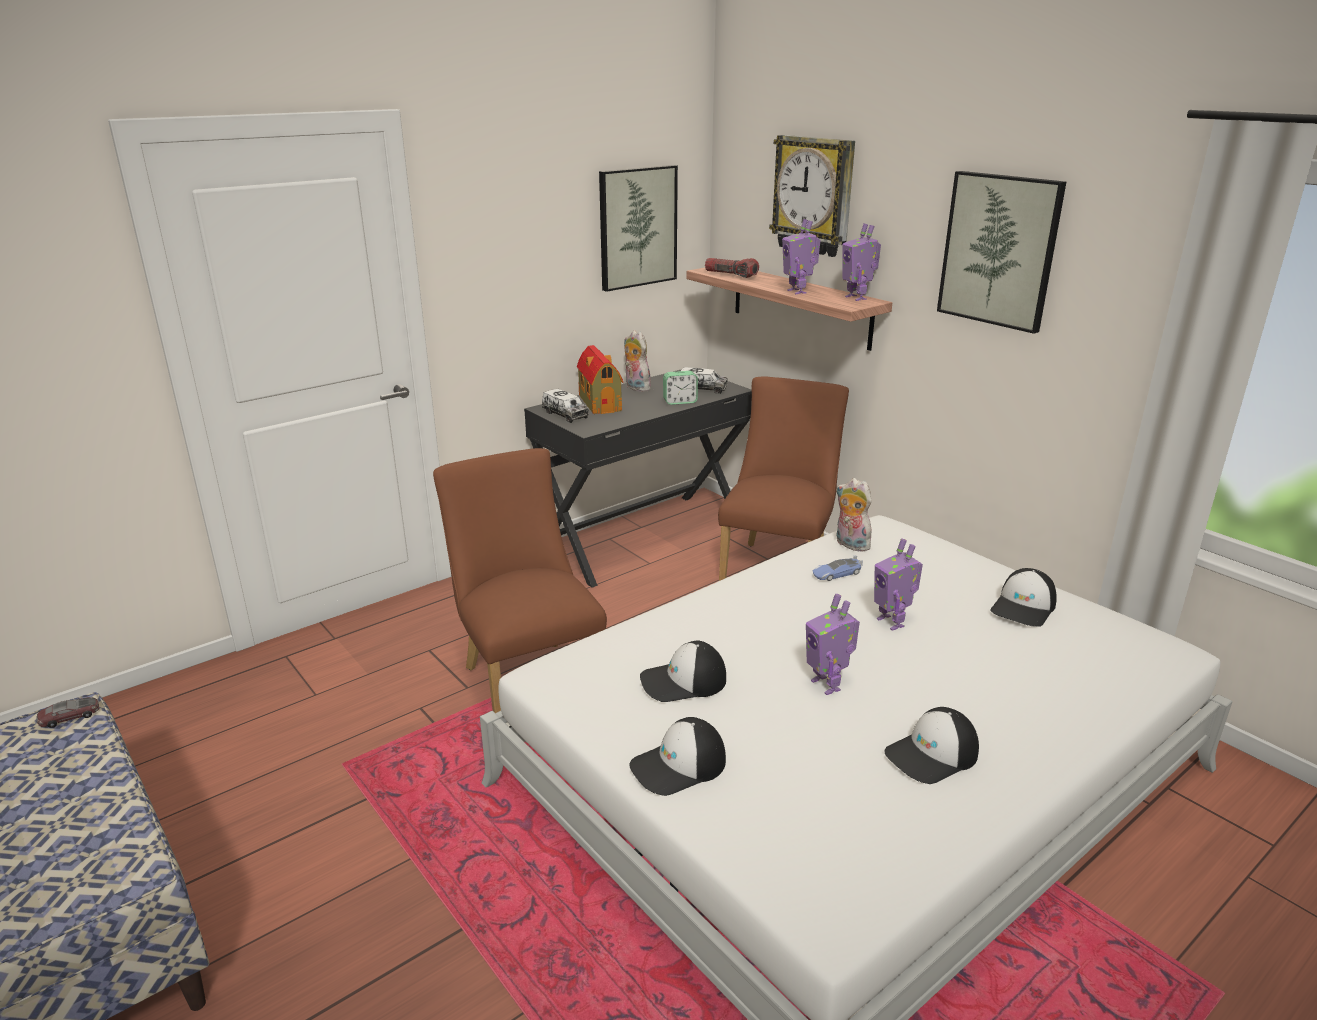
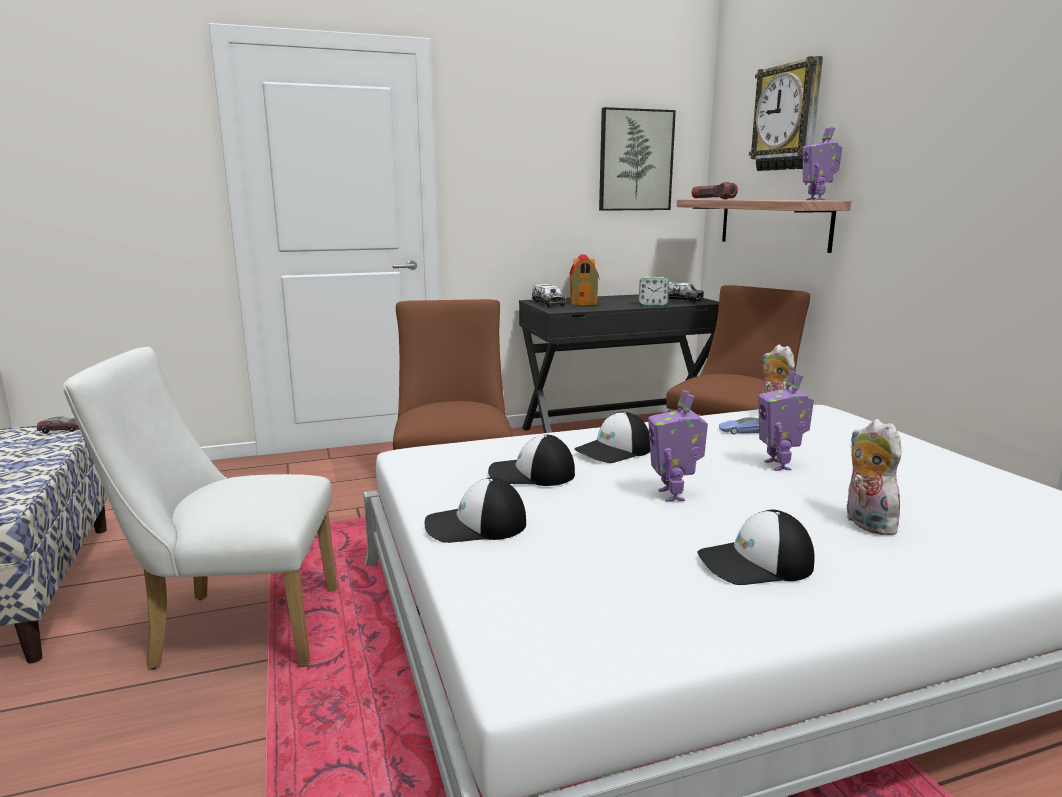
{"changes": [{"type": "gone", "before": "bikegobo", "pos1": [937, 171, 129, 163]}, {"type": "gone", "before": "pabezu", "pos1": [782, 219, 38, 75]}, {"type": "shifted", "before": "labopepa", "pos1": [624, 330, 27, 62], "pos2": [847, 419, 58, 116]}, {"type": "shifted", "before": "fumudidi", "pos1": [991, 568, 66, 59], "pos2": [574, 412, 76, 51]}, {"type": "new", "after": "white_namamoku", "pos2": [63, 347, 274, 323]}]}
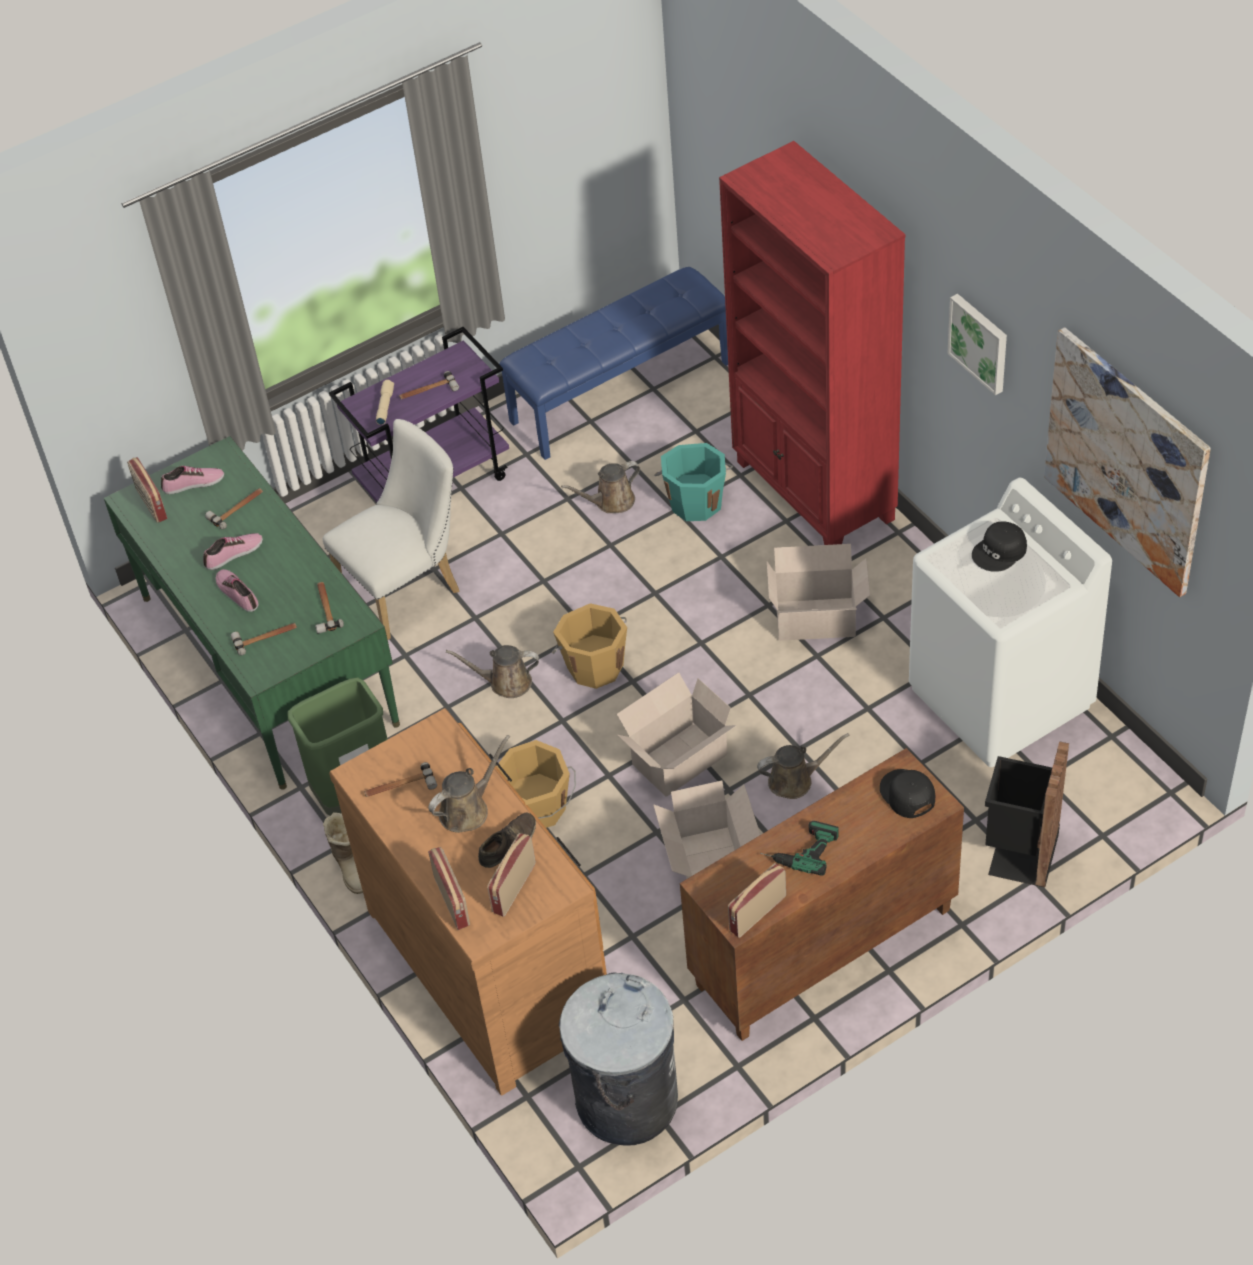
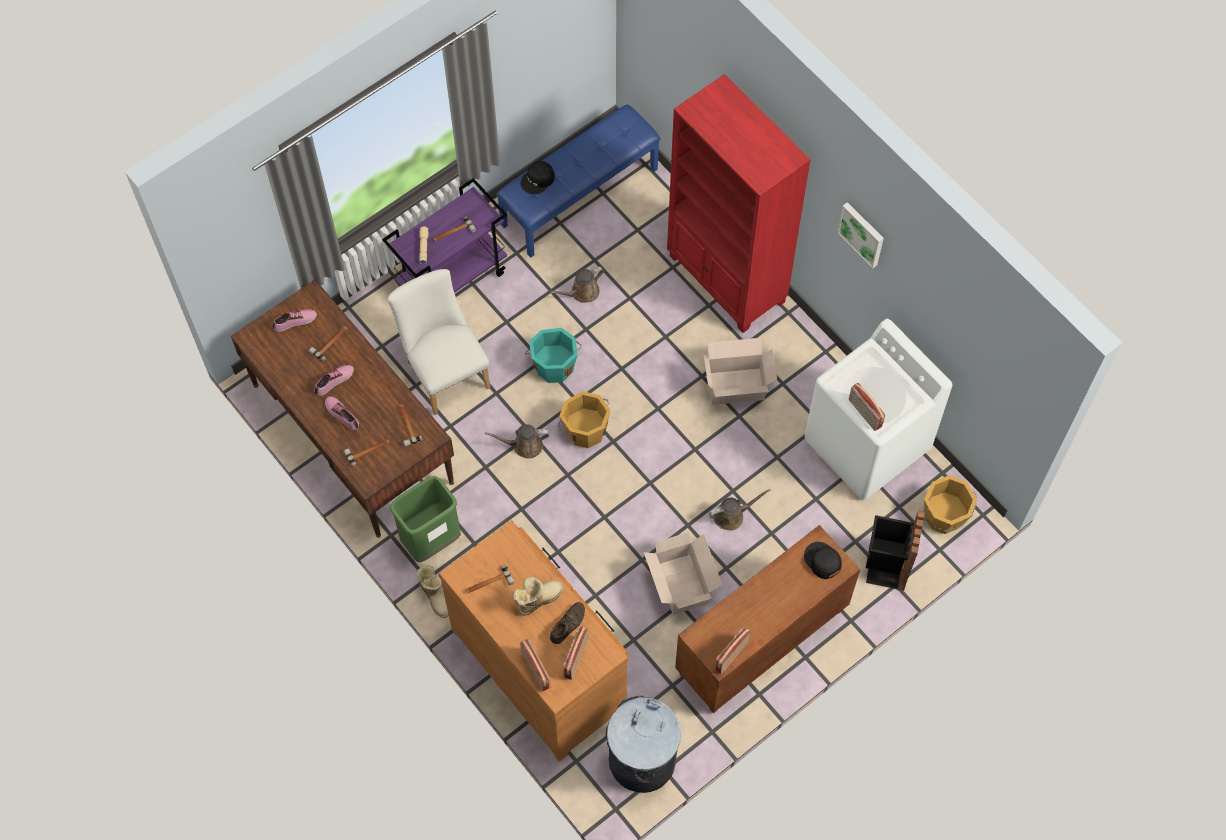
{"changes": [{"type": "gone", "before": "bikegobo", "pos1": [1044, 327, 166, 270]}, {"type": "rotated", "before": "white_namamoku", "pos1": [323, 419, 136, 221], "pos2": [388, 269, 102, 146], "turn": -75}, {"type": "repainted", "before": "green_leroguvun", "after": "brown_leroguvun", "pos1": [104, 436, 296, 354], "pos2": [231, 280, 223, 258]}, {"type": "shifted", "before": "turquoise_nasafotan", "pos1": [654, 443, 79, 78], "pos2": [525, 328, 57, 55]}, {"type": "shifted", "before": "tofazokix", "pos1": [127, 457, 41, 66], "pos2": [849, 383, 36, 48]}, {"type": "shifted", "before": "black_fumudidi", "pos1": [972, 521, 55, 51], "pos2": [521, 161, 34, 33]}, {"type": "gone", "before": "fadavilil", "pos1": [617, 673, 120, 124]}, {"type": "swapped", "before": "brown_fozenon", "after": "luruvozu", "pos1": [428, 735, 82, 98], "pos2": [513, 577, 50, 39]}, {"type": "shifted", "before": "orange_nasafotan", "pos1": [496, 740, 80, 88], "pos2": [924, 475, 53, 59]}, {"type": "gone", "before": "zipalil", "pos1": [760, 821, 78, 55]}]}
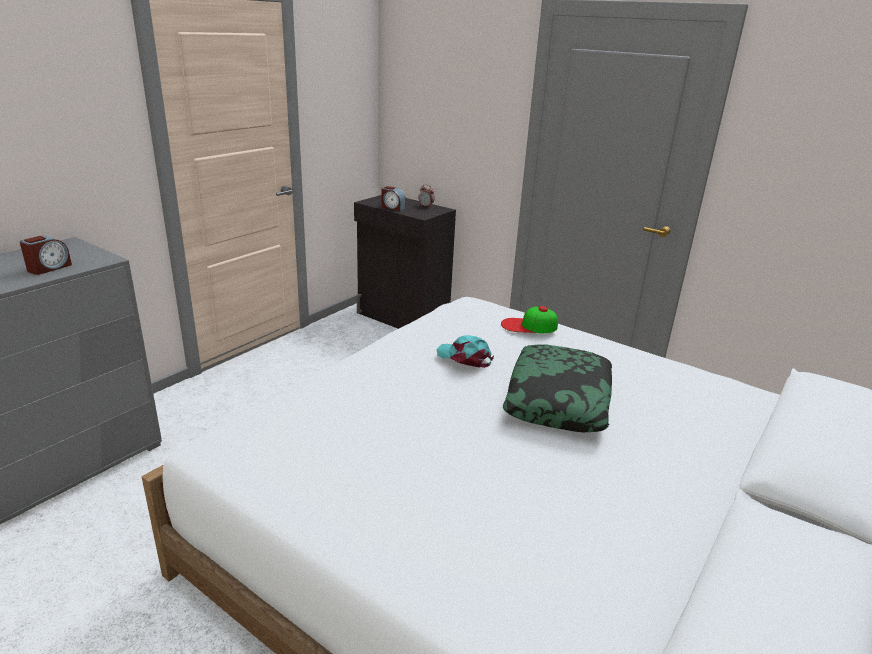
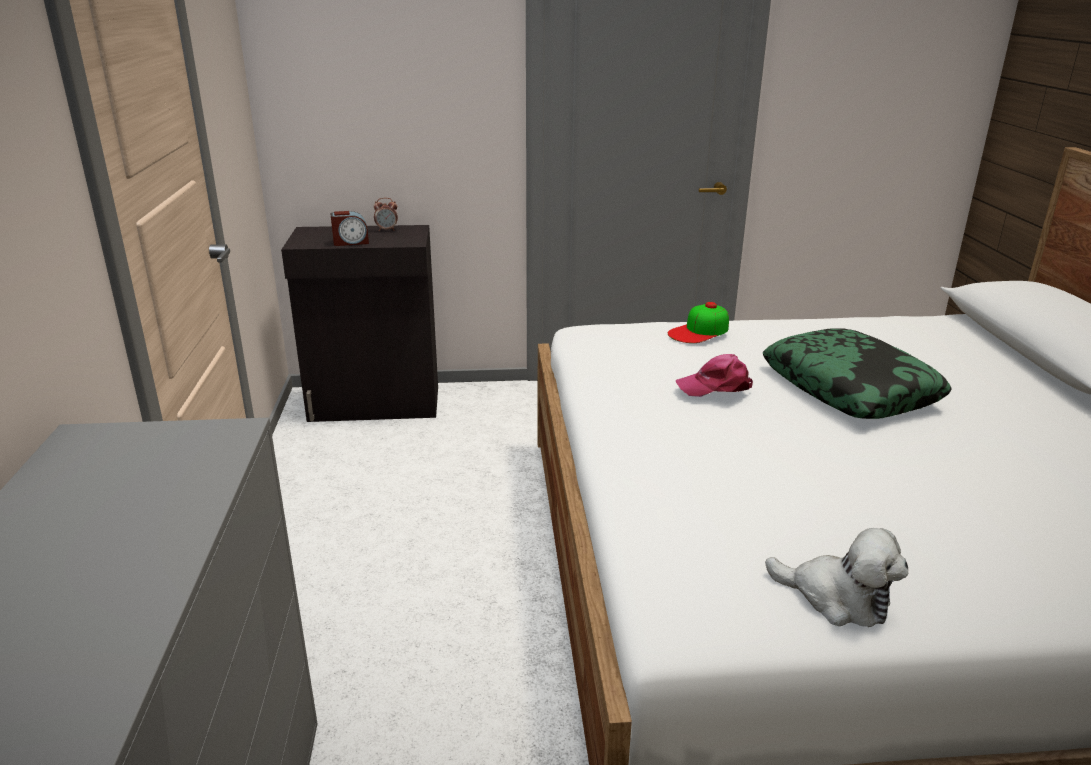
{"changes": [{"type": "gone", "before": "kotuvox", "pos1": [20, 236, 52, 39]}, {"type": "repainted", "before": "turquoise_fumudidi", "after": "pink_fumudidi", "pos1": [436, 335, 58, 33], "pos2": [676, 354, 77, 43]}, {"type": "new", "after": "labopepa", "pos2": [765, 528, 143, 99]}]}
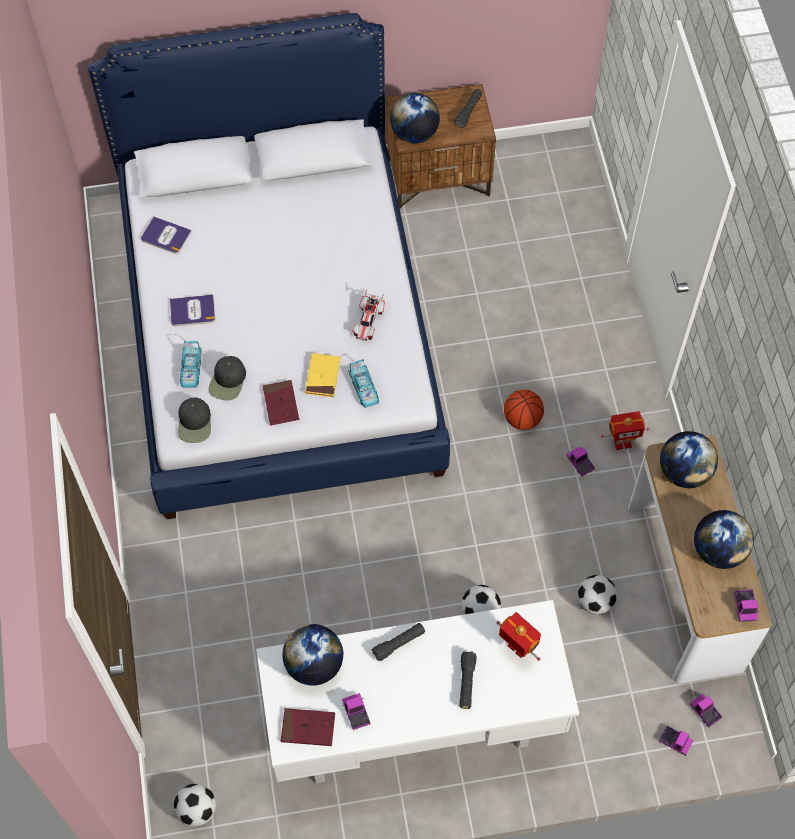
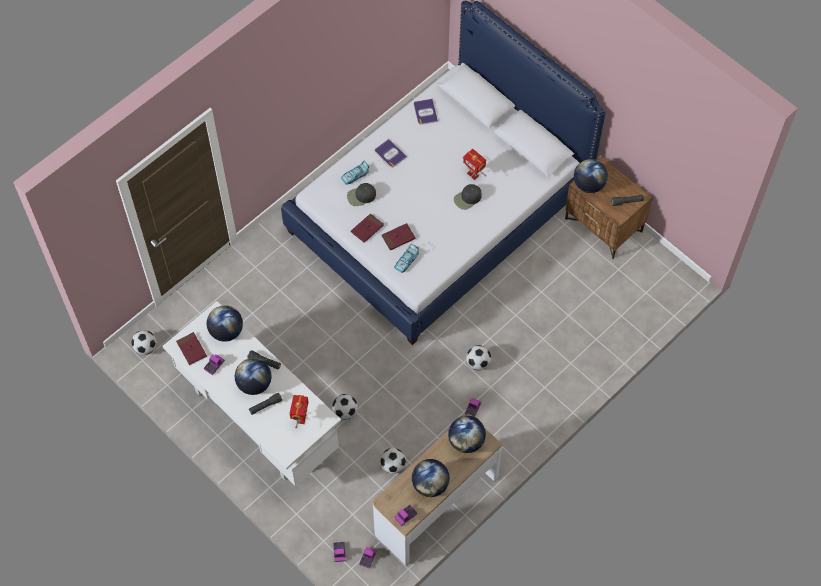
{"changes": [{"type": "gone", "before": "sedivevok", "pos1": [352, 289, 33, 52]}, {"type": "repainted", "before": "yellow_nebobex", "after": "red_nebobex", "pos1": [305, 353, 35, 44], "pos2": [382, 223, 34, 28]}, {"type": "swapped", "before": "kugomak", "after": "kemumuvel", "pos1": [504, 390, 40, 40], "pos2": [466, 345, 25, 25]}, {"type": "shifted", "before": "black_fumudidi", "pos1": [178, 397, 33, 46], "pos2": [454, 184, 28, 26]}, {"type": "shifted", "before": "pabezu", "pos1": [601, 411, 48, 39], "pos2": [463, 149, 23, 31]}, {"type": "new", "after": "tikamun", "pos2": [235, 358, 37, 37]}]}
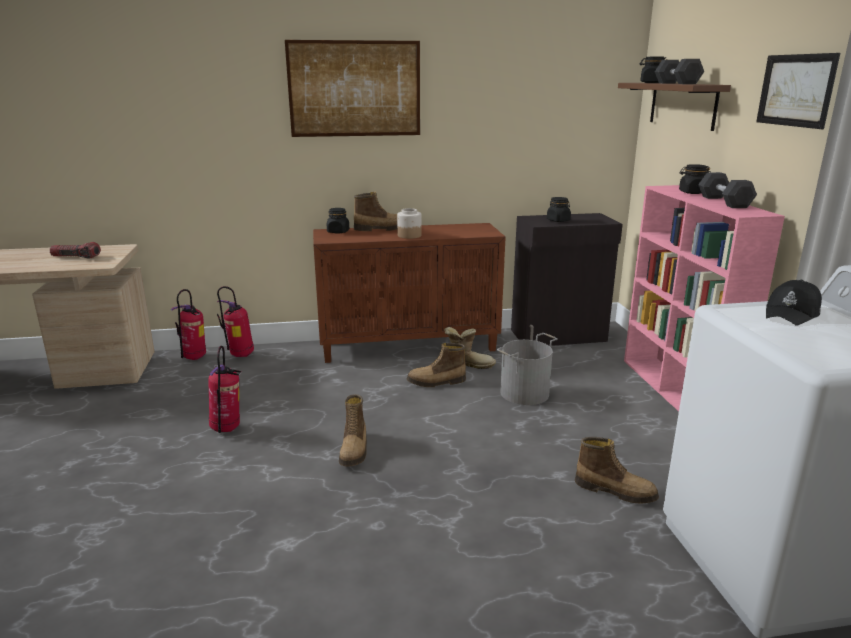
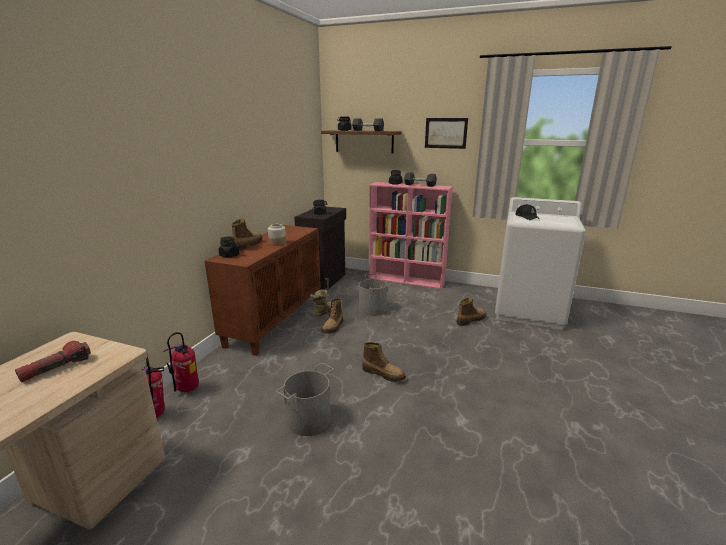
{"changes": [{"type": "gone", "before": "bikegobo", "pos1": [285, 40, 135, 97]}, {"type": "swapped", "before": "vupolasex", "after": "grey_nasafotan", "pos1": [209, 346, 33, 87], "pos2": [276, 363, 58, 73]}]}
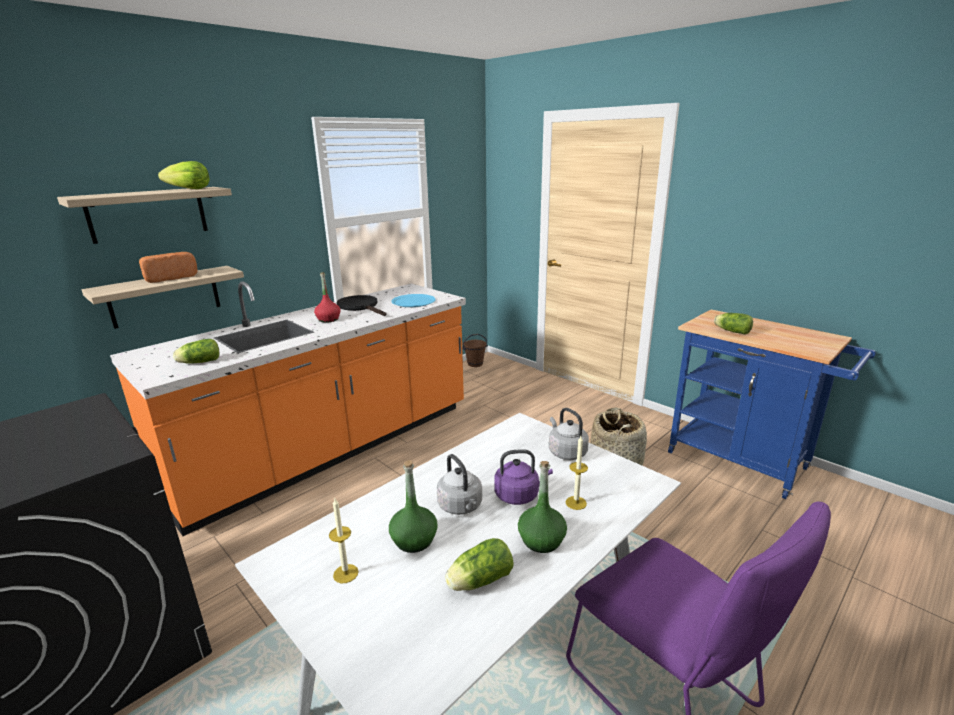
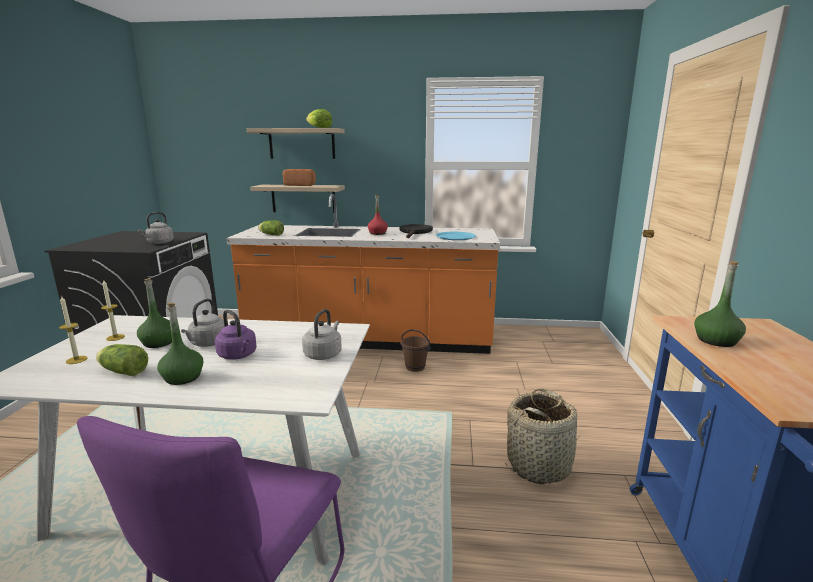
{"changes": [{"type": "swapped", "before": "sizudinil", "after": "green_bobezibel", "pos1": [714, 313, 39, 21], "pos2": [694, 261, 52, 86]}, {"type": "shifted", "before": "brown_nasafotan", "pos1": [462, 334, 26, 33], "pos2": [400, 329, 31, 43]}, {"type": "shifted", "before": "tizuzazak", "pos1": [566, 436, 22, 74], "pos2": [59, 295, 29, 69]}, {"type": "new", "after": "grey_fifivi", "pos2": [137, 212, 37, 32]}]}
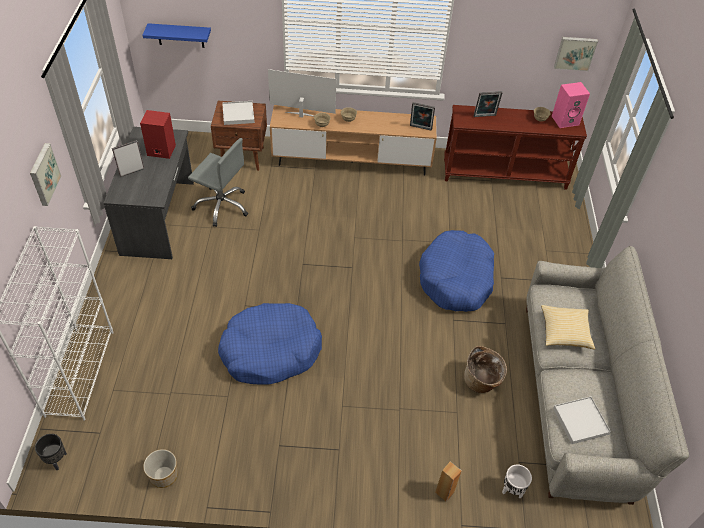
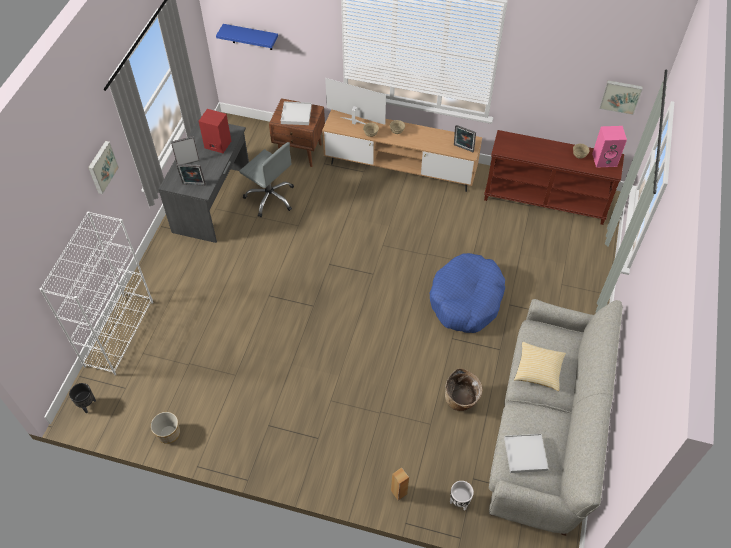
{"changes": [{"type": "shifted", "before": "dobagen", "pos1": [473, 91, 30, 26], "pos2": [176, 164, 30, 21]}, {"type": "gone", "before": "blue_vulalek", "pos1": [218, 303, 104, 82]}]}
